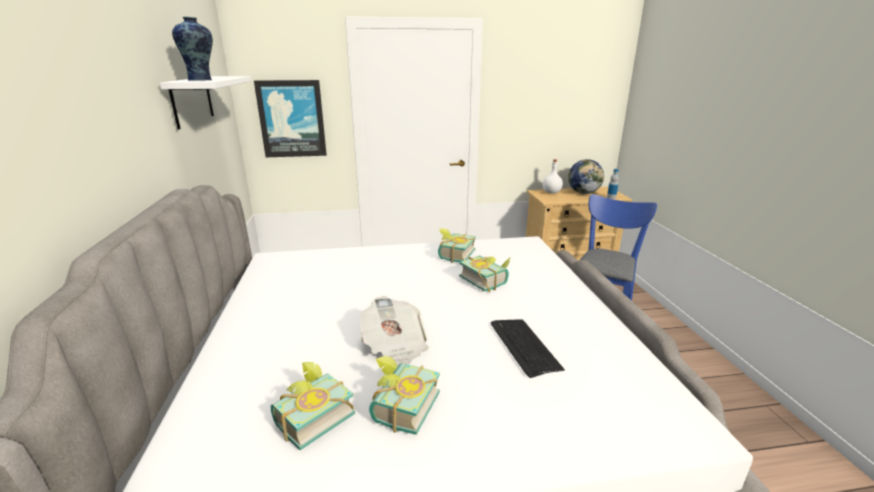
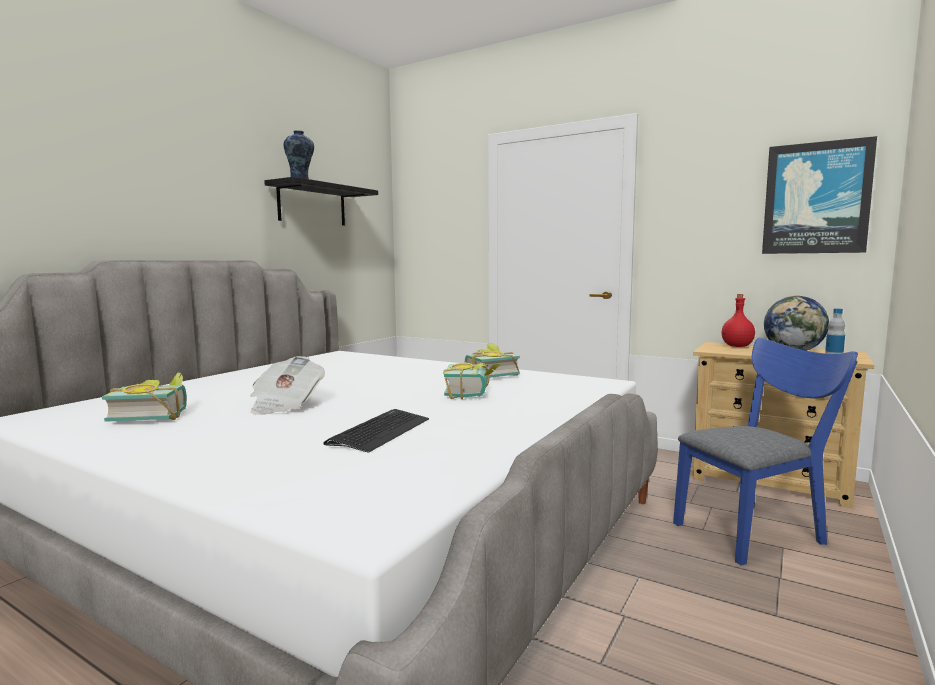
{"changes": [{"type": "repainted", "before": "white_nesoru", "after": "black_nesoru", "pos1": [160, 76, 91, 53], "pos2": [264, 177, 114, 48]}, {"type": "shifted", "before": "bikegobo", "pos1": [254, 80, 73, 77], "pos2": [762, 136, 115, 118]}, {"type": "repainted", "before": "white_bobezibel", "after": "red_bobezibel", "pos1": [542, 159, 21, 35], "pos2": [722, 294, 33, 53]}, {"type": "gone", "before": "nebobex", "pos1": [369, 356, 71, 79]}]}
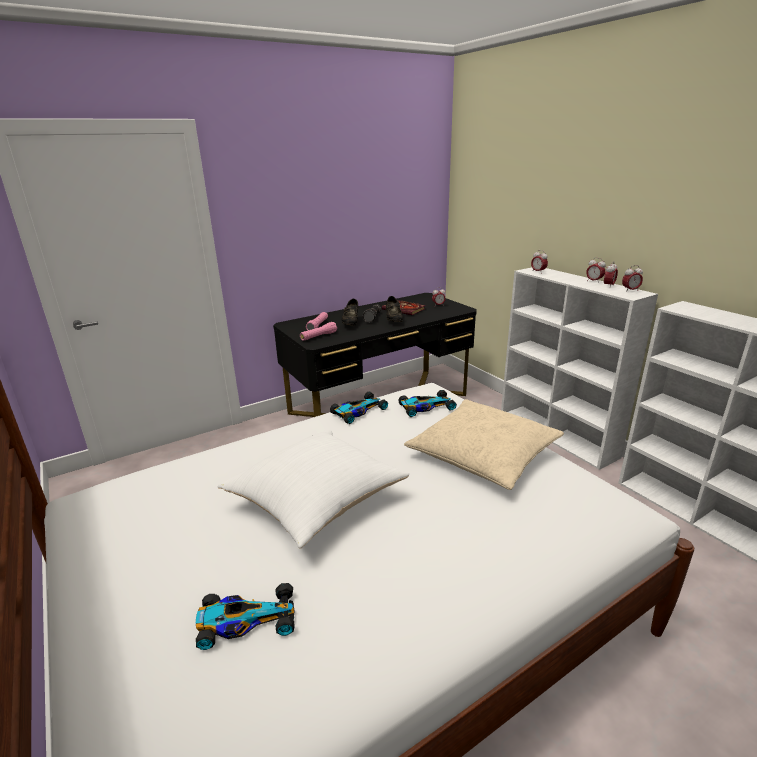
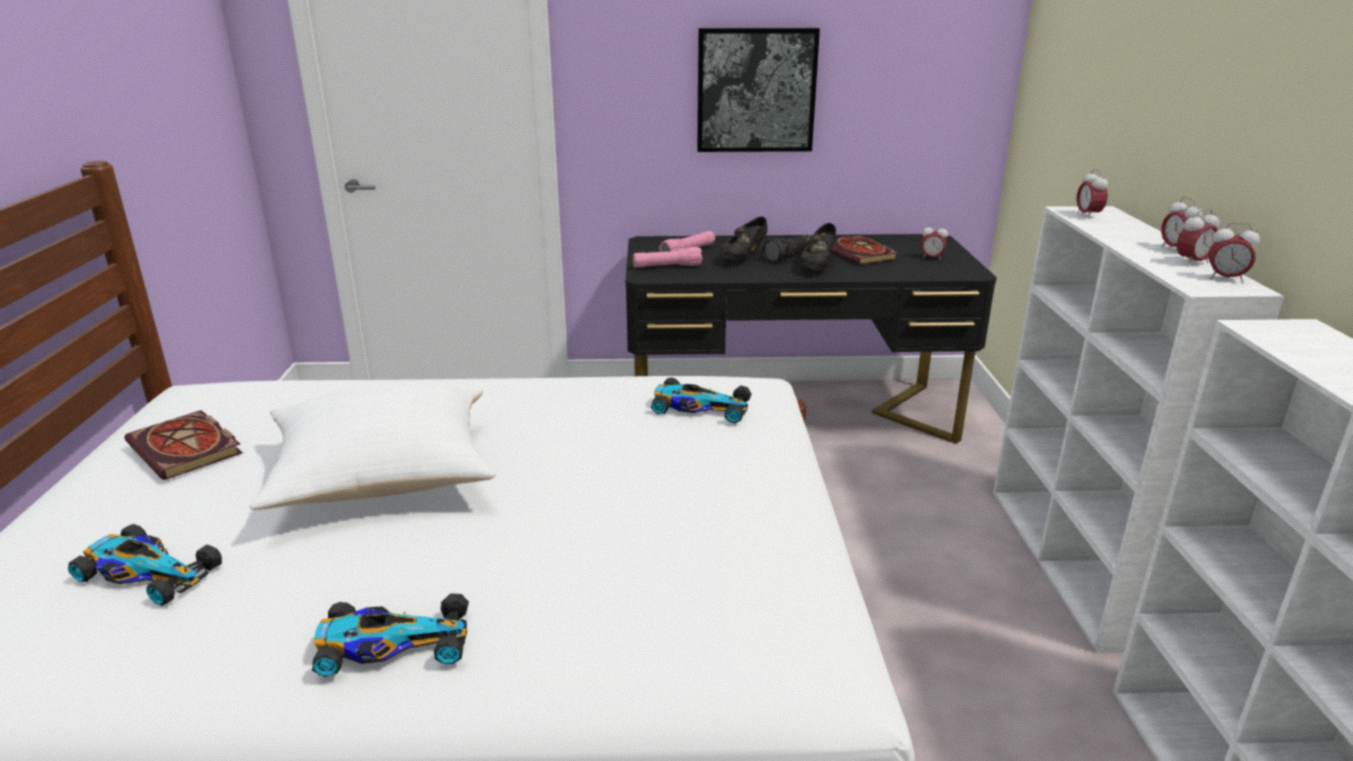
{"changes": [{"type": "shifted", "before": "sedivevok", "pos1": [330, 392, 58, 32], "pos2": [312, 593, 157, 84]}, {"type": "gone", "before": "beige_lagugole", "pos1": [404, 399, 160, 91]}, {"type": "new", "after": "bikegobo", "pos2": [697, 28, 123, 124]}, {"type": "new", "after": "nebobex", "pos2": [124, 410, 119, 70]}]}
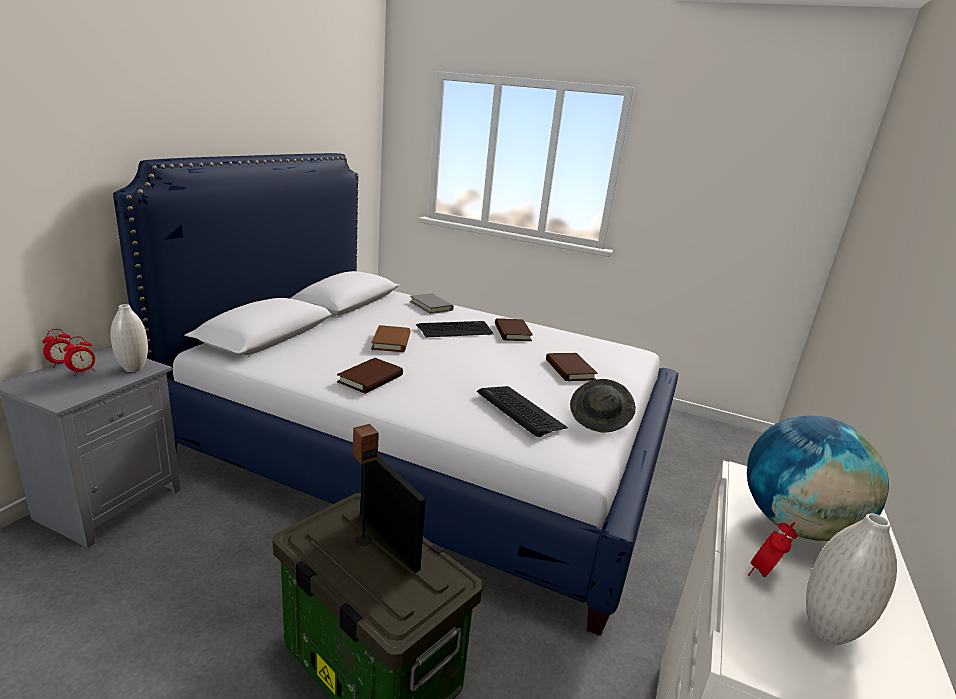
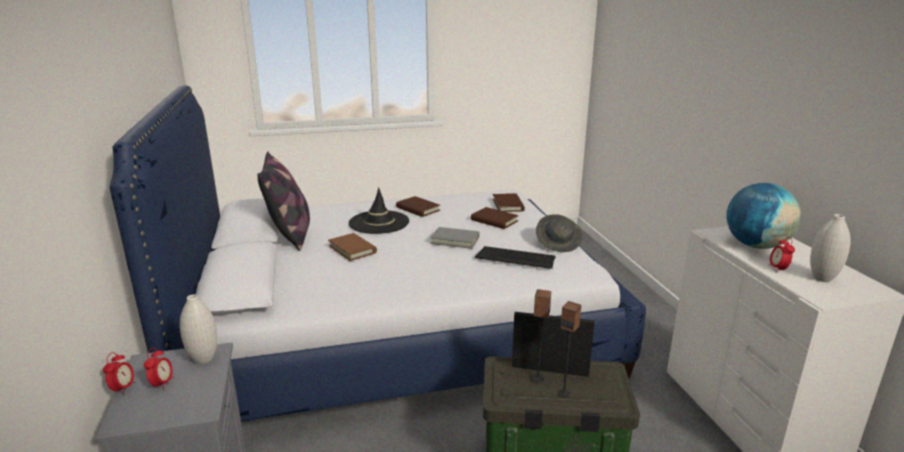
{"changes": [{"type": "shifted", "before": "grey_nebobex", "pos1": [410, 293, 44, 21], "pos2": [430, 227, 50, 22]}, {"type": "swapped", "before": "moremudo", "after": "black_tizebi", "pos1": [416, 321, 77, 16], "pos2": [349, 187, 60, 47]}, {"type": "shifted", "before": "brown_nebobex", "pos1": [337, 358, 66, 36], "pos2": [493, 193, 32, 19]}, {"type": "new", "after": "lagugole", "pos2": [257, 151, 53, 100]}, {"type": "new", "after": "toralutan", "pos2": [557, 301, 24, 97]}]}
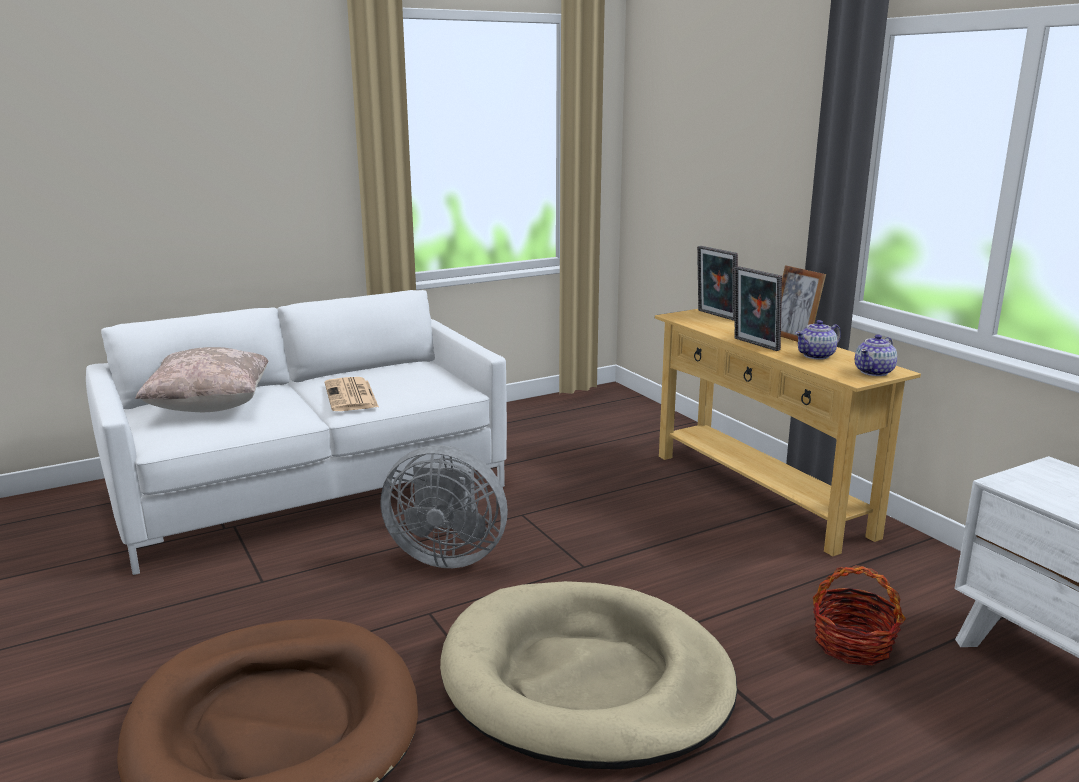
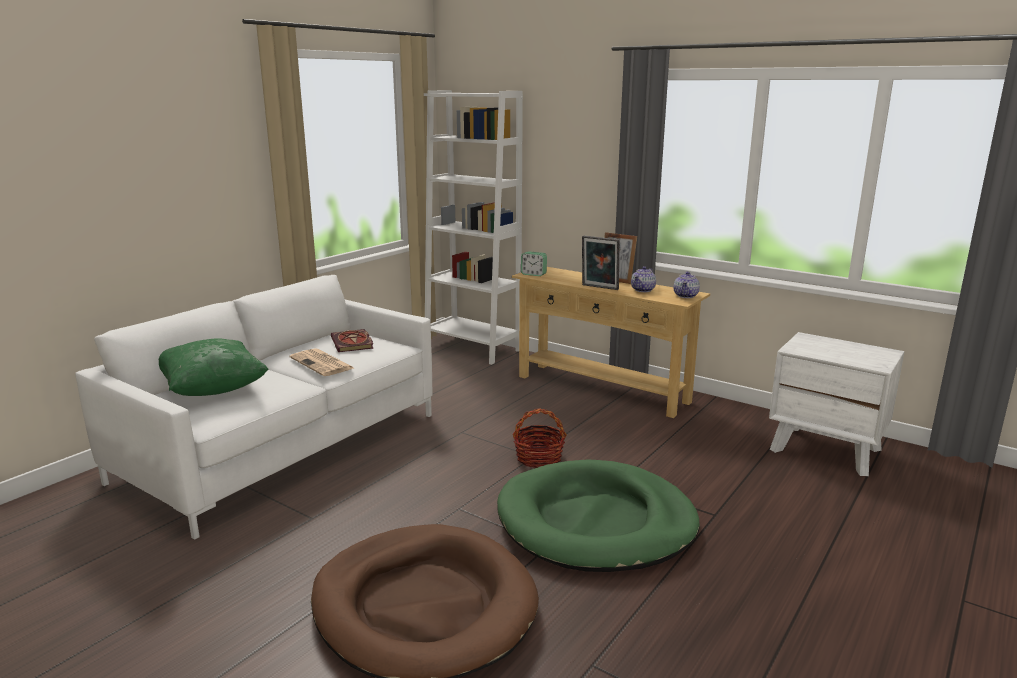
{"changes": [{"type": "gone", "before": "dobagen", "pos1": [697, 246, 41, 75]}, {"type": "repainted", "before": "beige_lagugole", "after": "green_lagugole", "pos1": [135, 347, 133, 65], "pos2": [159, 339, 110, 57]}, {"type": "gone", "before": "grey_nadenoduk", "pos1": [381, 445, 127, 123]}, {"type": "shifted", "before": "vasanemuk", "pos1": [813, 565, 93, 100], "pos2": [513, 408, 54, 60]}, {"type": "repainted", "before": "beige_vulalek", "after": "green_vulalek", "pos1": [440, 581, 297, 188], "pos2": [497, 460, 203, 112]}, {"type": "new", "after": "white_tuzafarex", "pos2": [424, 90, 99, 275]}, {"type": "new", "after": "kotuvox", "pos2": [521, 251, 26, 25]}, {"type": "new", "after": "nebobex", "pos2": [331, 329, 42, 23]}]}
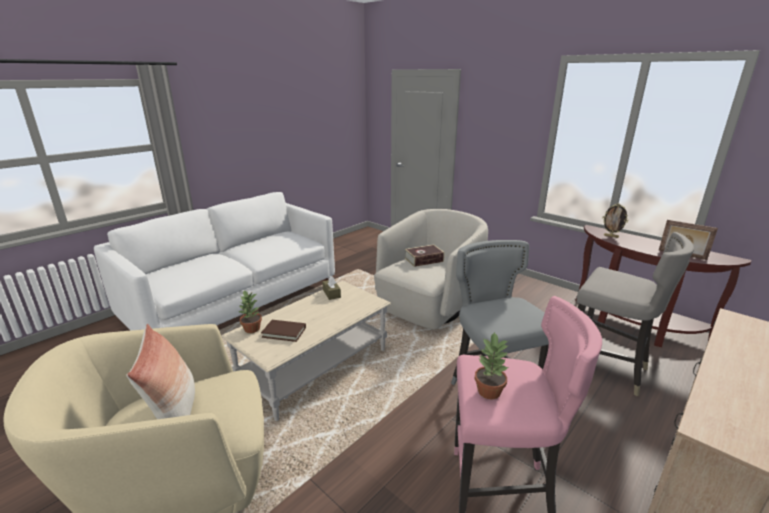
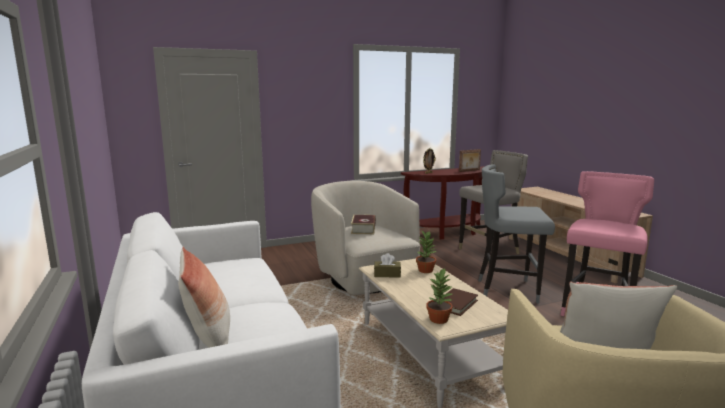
{"changes": [{"type": "shifted", "before": "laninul", "pos1": [475, 332, 34, 67], "pos2": [416, 230, 21, 43]}, {"type": "new", "after": "lagugole", "pos2": [178, 247, 52, 101]}]}
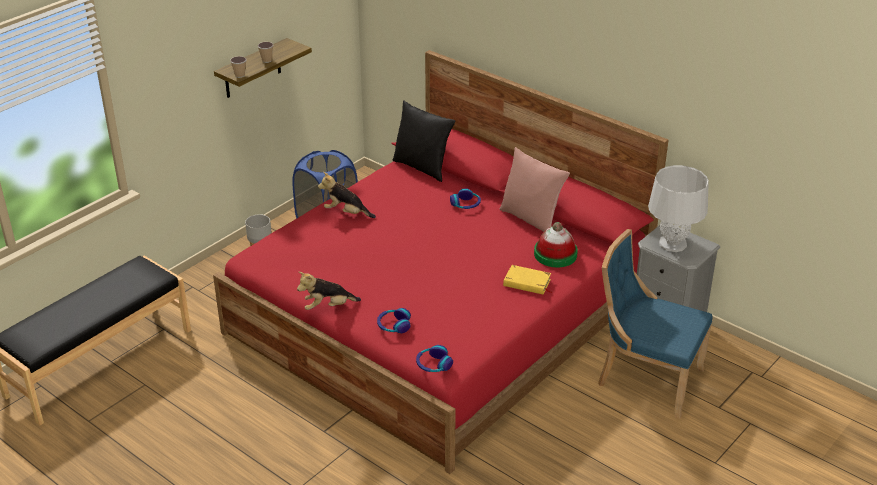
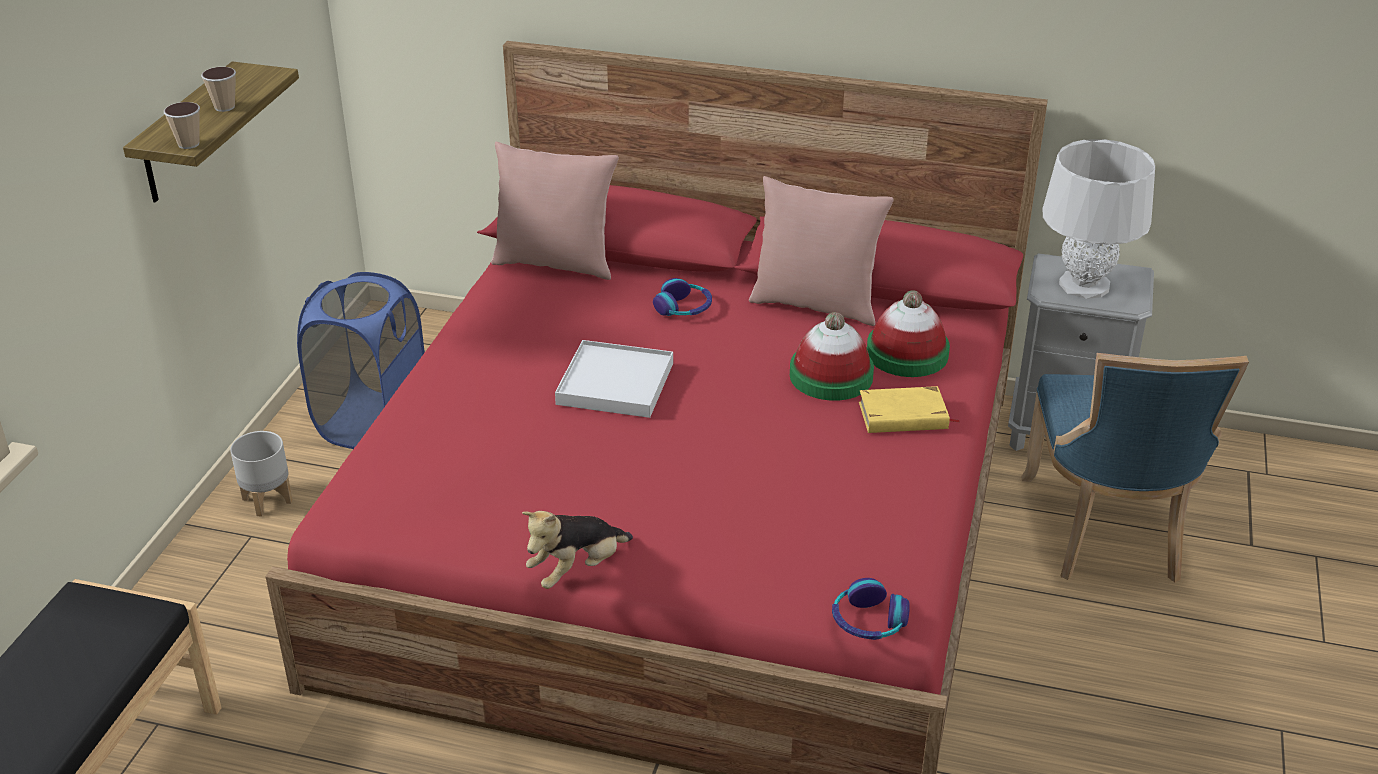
{"changes": [{"type": "repainted", "before": "black_lagugole", "after": "pink_lagugole", "pos1": [392, 100, 64, 82], "pos2": [491, 142, 128, 138]}, {"type": "gone", "before": "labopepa", "pos1": [318, 172, 58, 46]}, {"type": "rotated", "before": "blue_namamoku", "pos1": [598, 229, 115, 190], "pos2": [1021, 353, 228, 229], "turn": -90}, {"type": "gone", "before": "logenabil", "pos1": [377, 308, 34, 25]}, {"type": "new", "after": "tizebi", "pos2": [790, 312, 84, 89]}, {"type": "new", "after": "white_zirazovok", "pos2": [555, 340, 118, 78]}]}
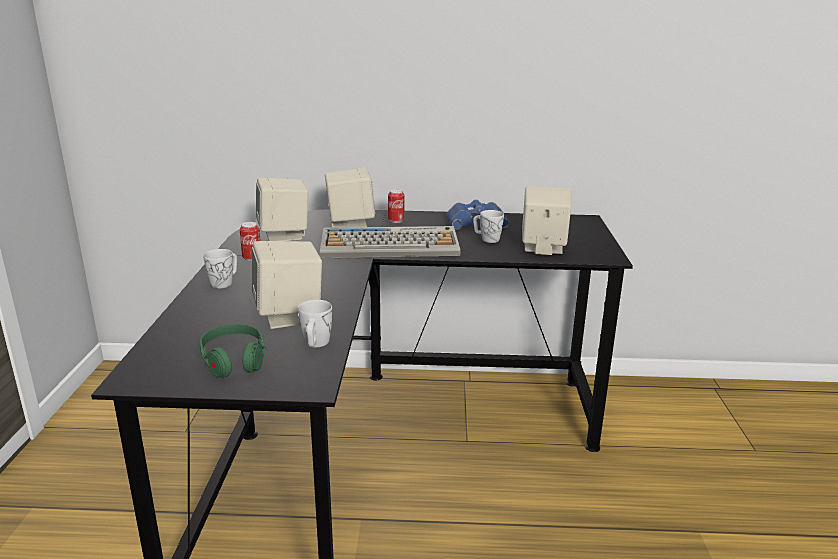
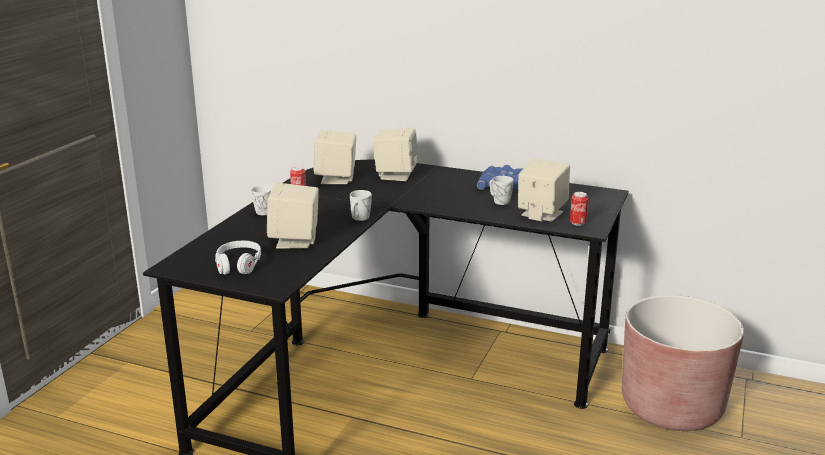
{"changes": [{"type": "shifted", "before": "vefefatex", "pos1": [388, 189, 17, 34], "pos2": [570, 192, 19, 34]}, {"type": "gone", "before": "moremudo", "pos1": [320, 226, 140, 32]}, {"type": "shifted", "before": "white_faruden", "pos1": [298, 300, 34, 48], "pos2": [350, 190, 22, 31]}, {"type": "repainted", "before": "green_logenabil", "after": "white_logenabil", "pos1": [199, 324, 67, 54], "pos2": [215, 240, 46, 35]}, {"type": "new", "after": "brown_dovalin", "pos2": [622, 295, 122, 136]}]}
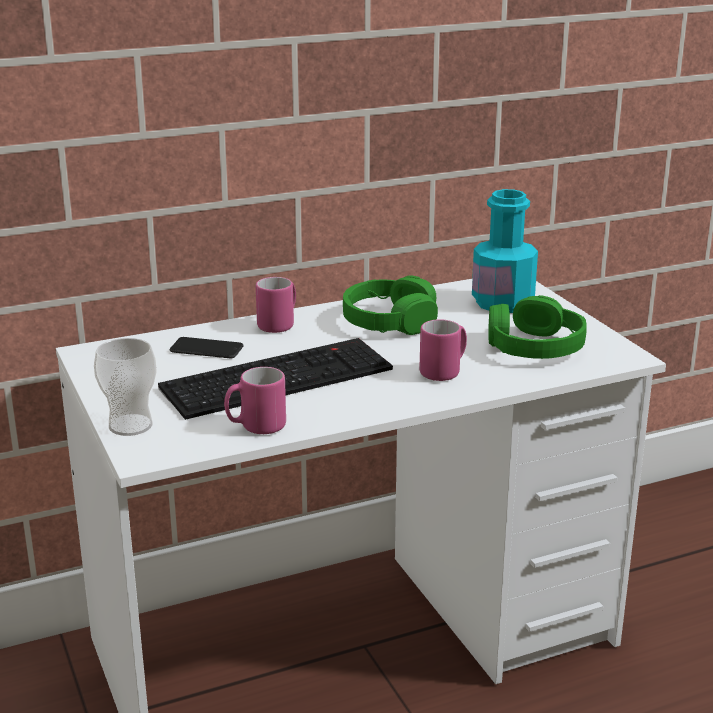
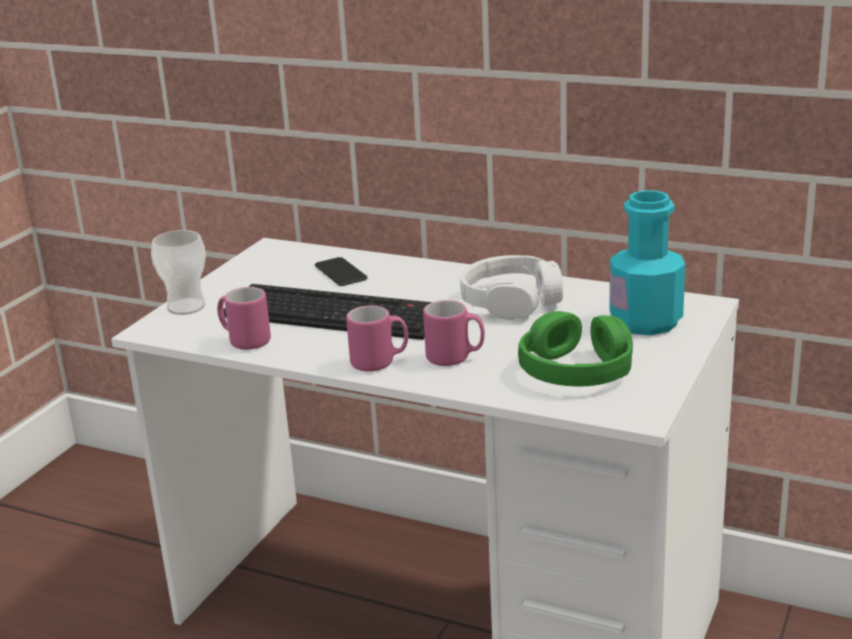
{"changes": [{"type": "repainted", "before": "green_logenabil", "after": "white_logenabil", "pos1": [343, 275, 95, 60], "pos2": [460, 255, 103, 65]}, {"type": "shifted", "before": "pink_faruden", "pos1": [256, 277, 40, 56], "pos2": [346, 305, 62, 67]}]}
